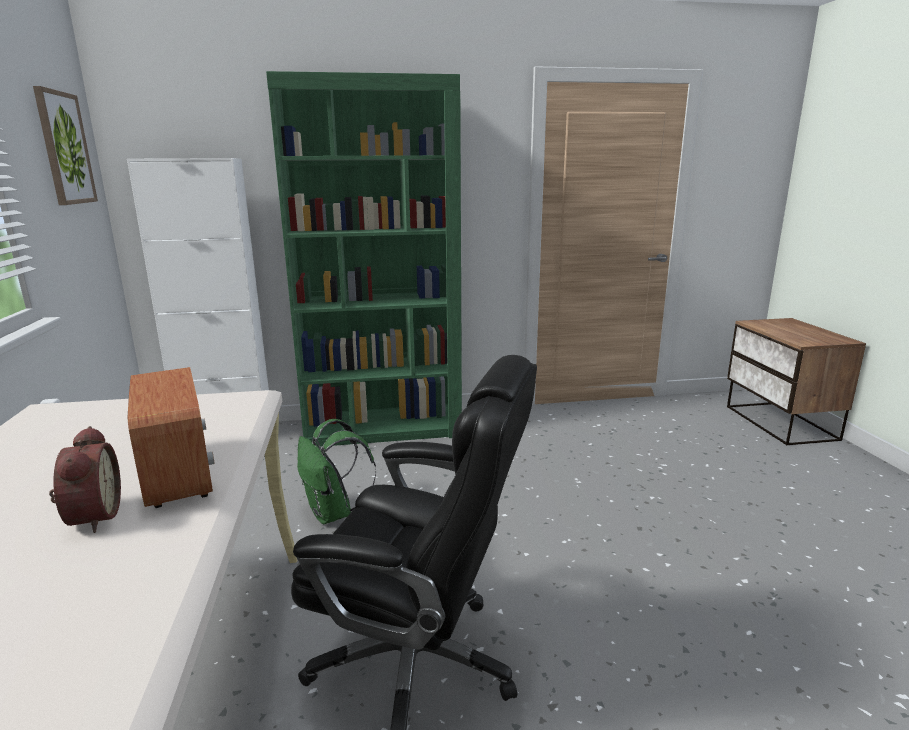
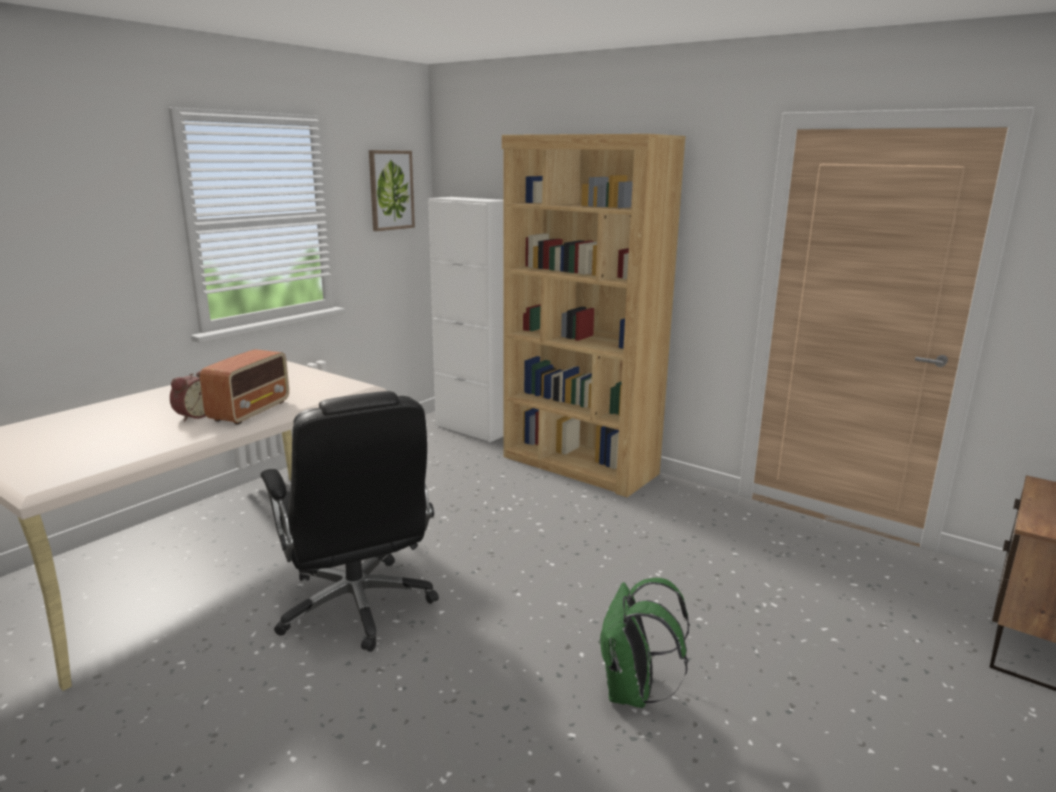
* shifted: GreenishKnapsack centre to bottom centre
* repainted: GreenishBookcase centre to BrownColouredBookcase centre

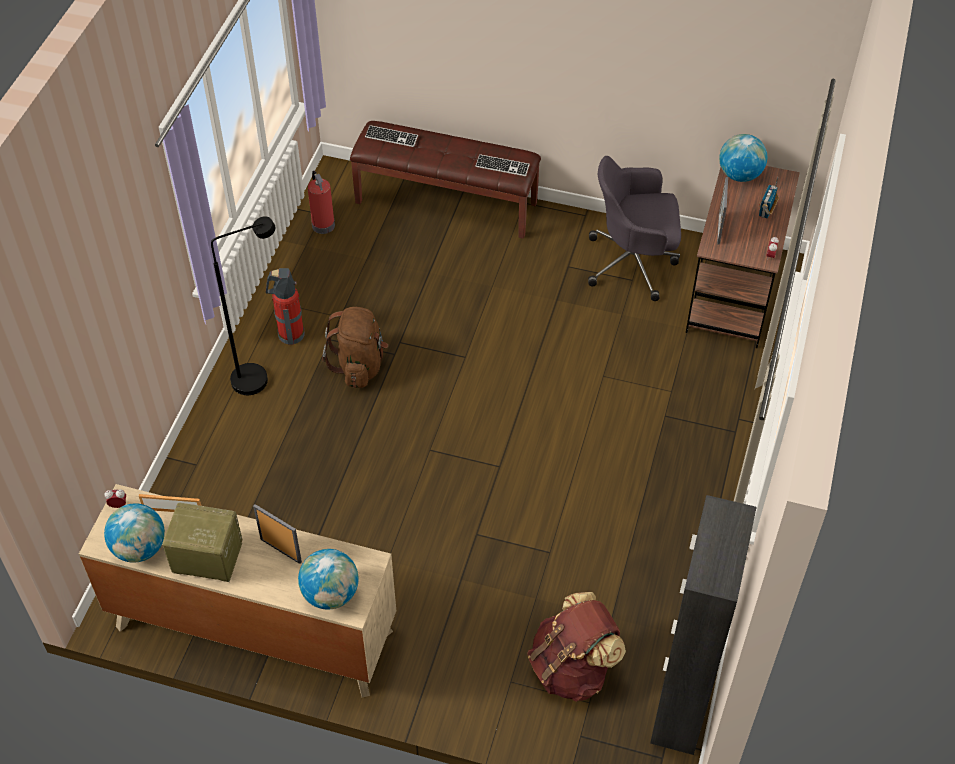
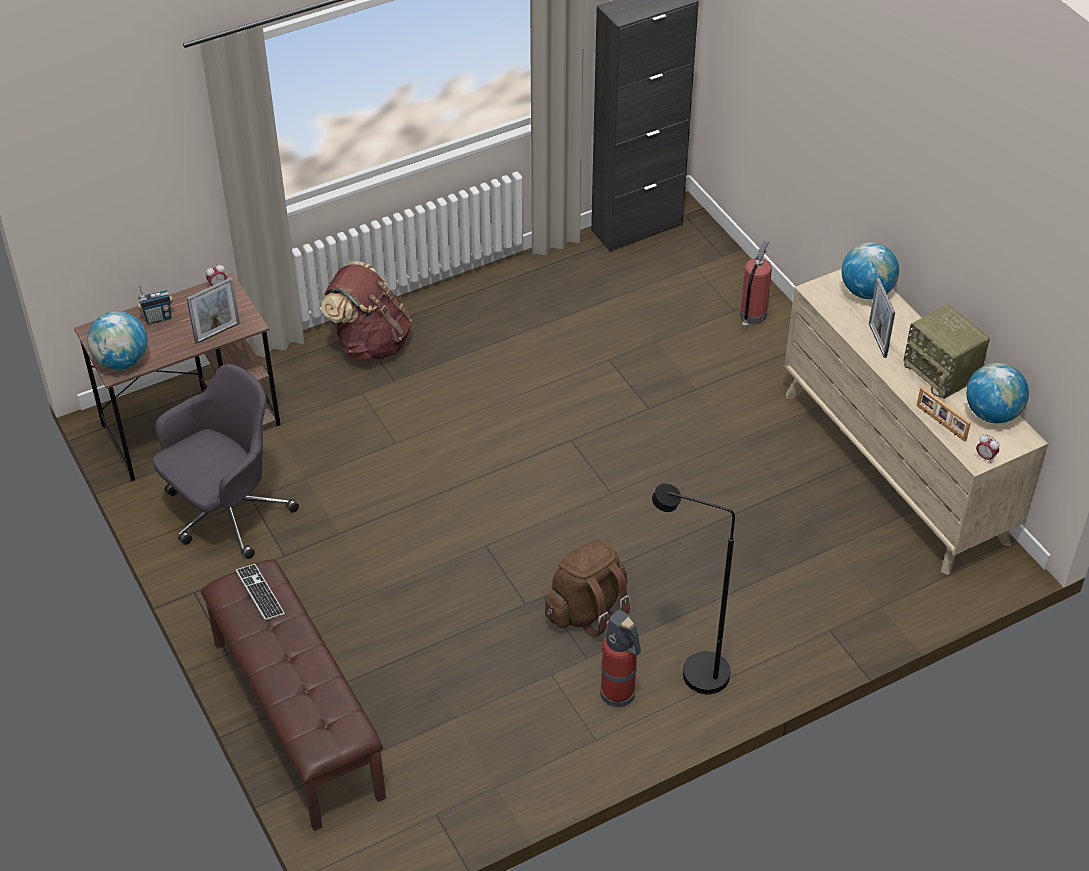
* gone: PcKeyboard (no. 1 from left) top centre
* shifted: FireExtinguisher (no. 2 from left) top centre to top right
* shifted: BrownColouredKnapsack (no. 2 from left in the first image) bottom centre to BrownColouredKnapsack (no. 1 from left) centre
* rotated: GreyComputerChair top centre = middle left 90 degrees counterclockwise

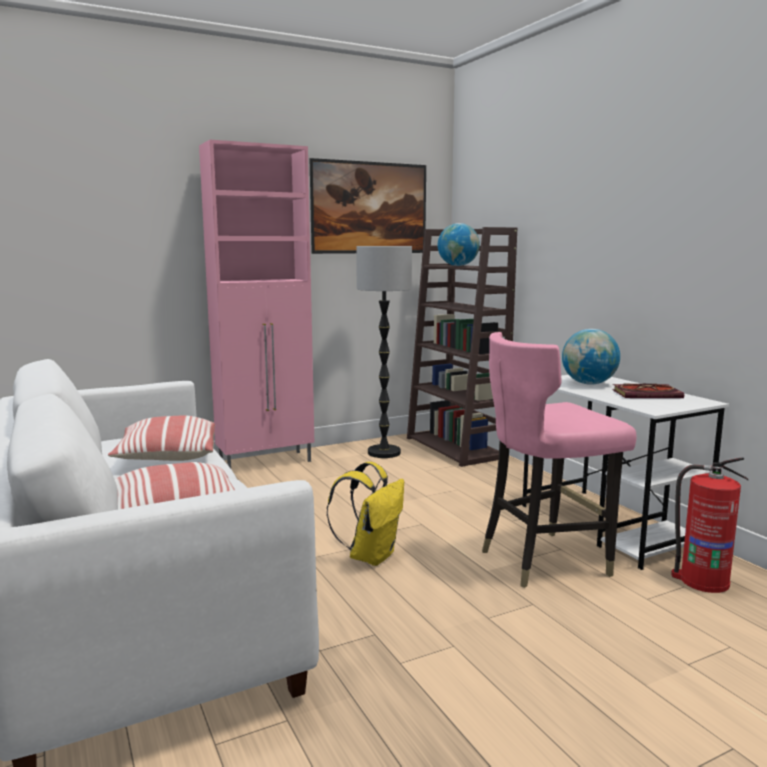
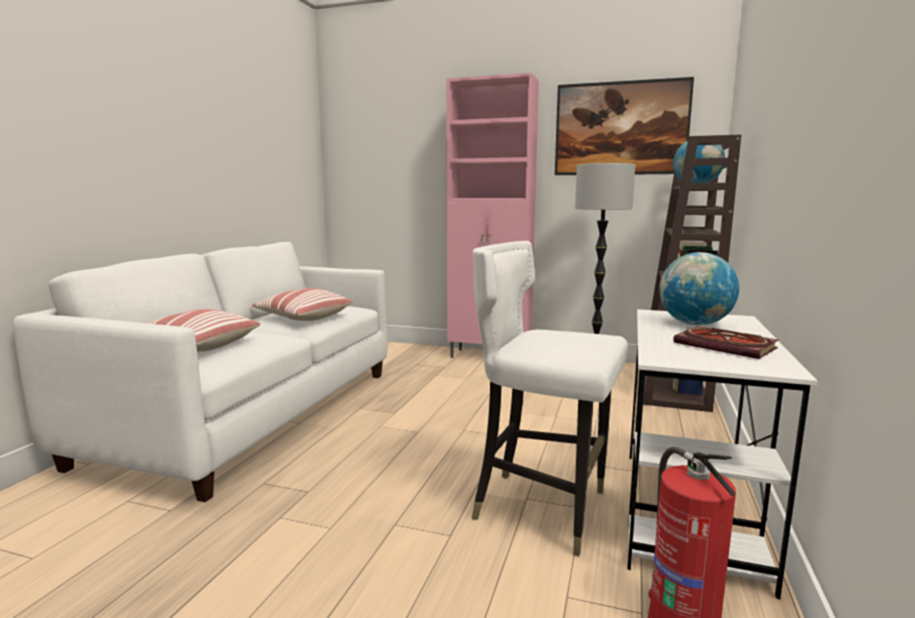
* gone: YellowColouredKnapsack bottom centre
* repainted: PinkPlainChair middle right to WhiteColouredPlainChair centre

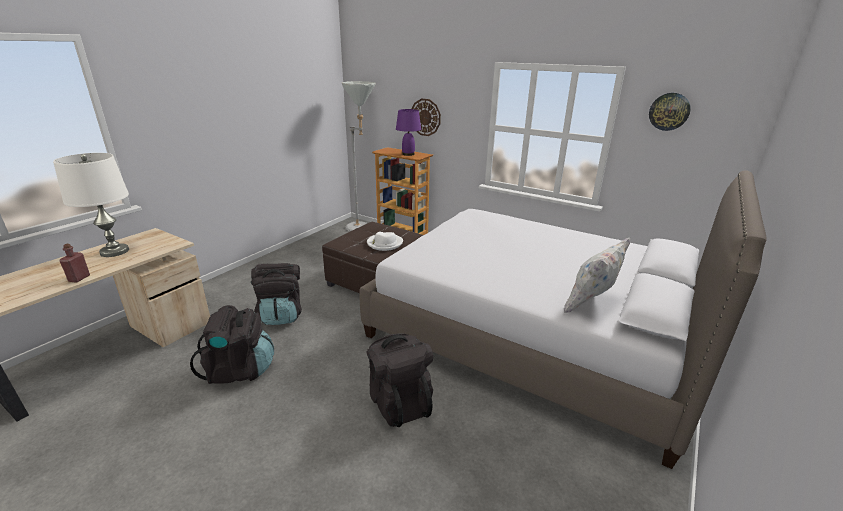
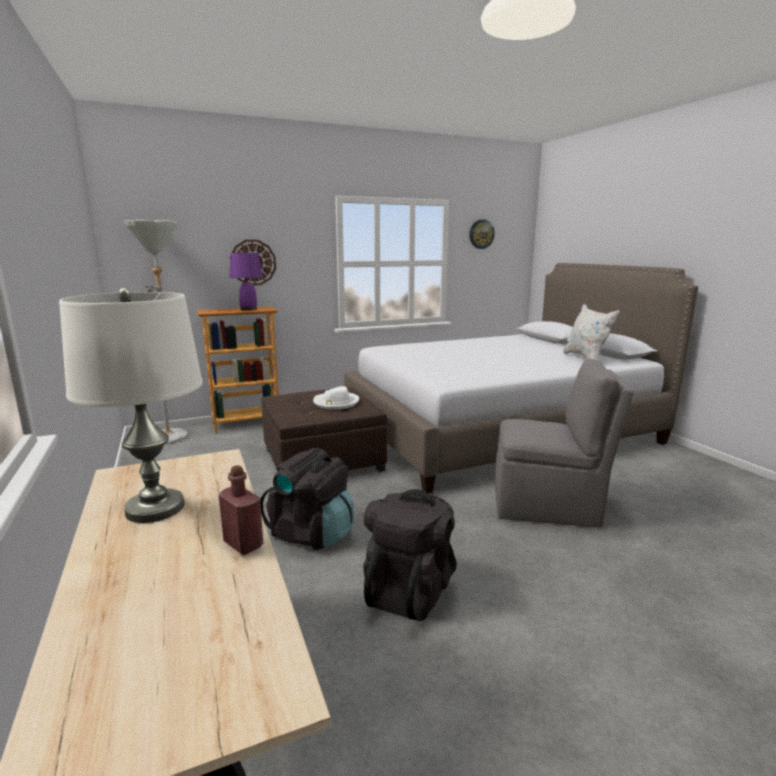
* swapped: BlackColouredKnapsack (no. 3 from left) bottom centre to GreyPlainChair middle right

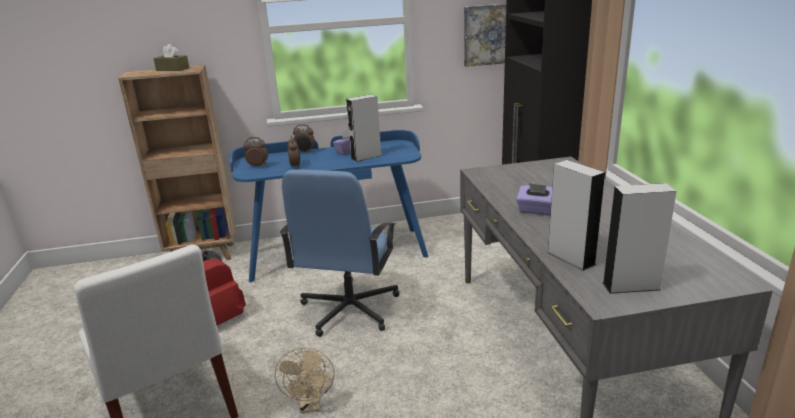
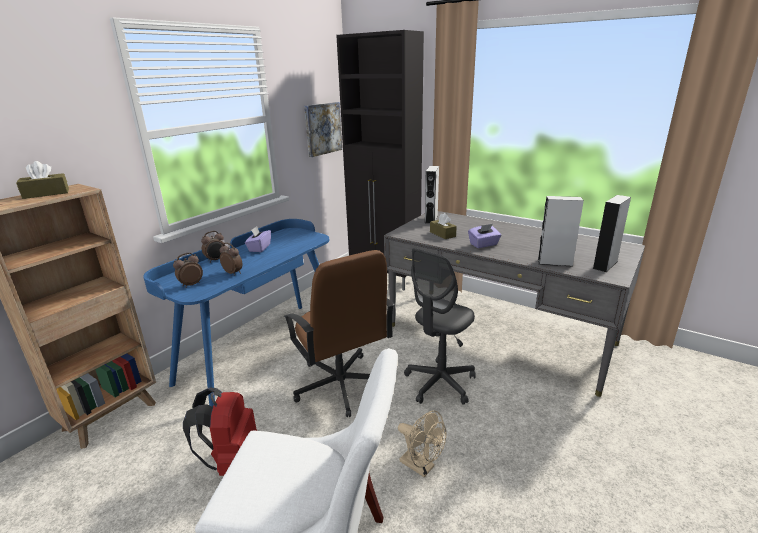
* new: GreyComputerChair centre
* new: BrownColouredTissueBox (no. 2 from left) centre
* shifted: GreySpeaker (no. 1 from left) top centre to centre
* repainted: BluishComputerChair centre to BrownColouredComputerChair centre

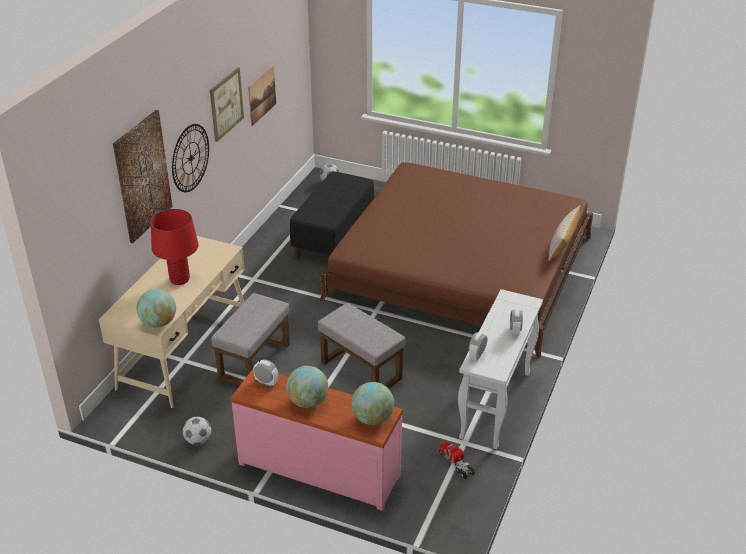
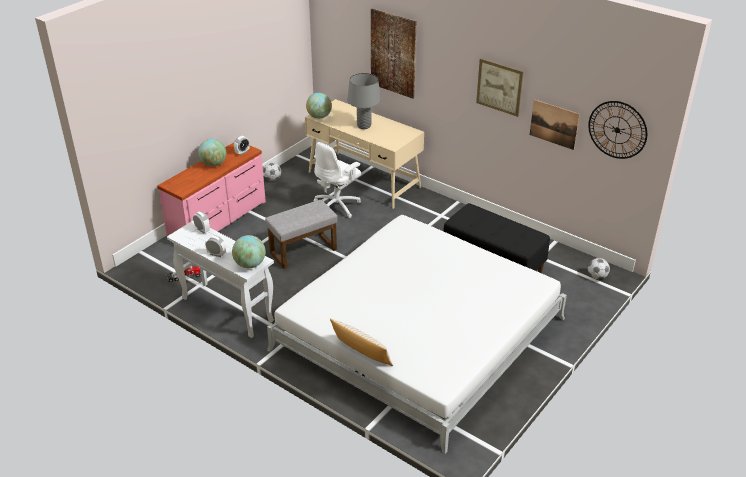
* shifted: WallClock top left to top right
* shifted: WorldGlobe (no. 3 from left in the first image) bottom centre to WorldGlobe (no. 2 from left) centre
* swapped: GreyPouffe (no. 1 from left) centre to WhiteColouredComputerChair centre
* repainted: RedLampForATable middle left to GreyLampForATable top centre
* repainted: BrownColouredBedroomBed centre to WhiteColouredBedroomBed bottom centre

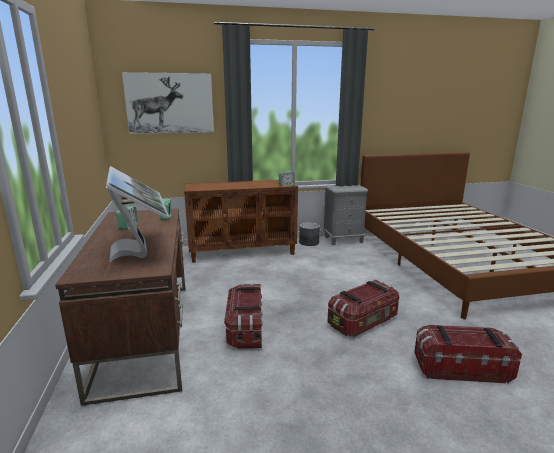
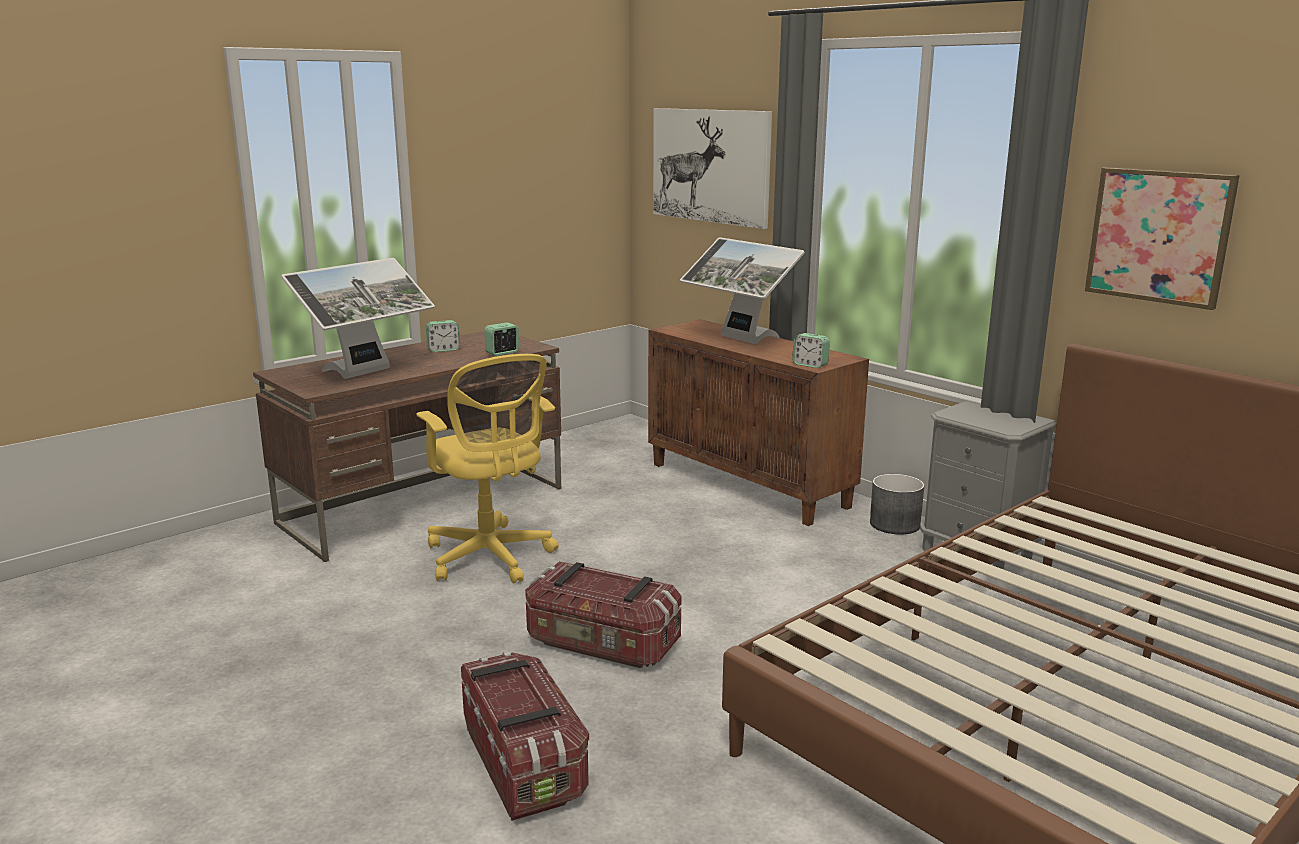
* new: ComputerDisplay (no. 2 from left) centre
* new: WallPicture (no. 2 from left) top right
* swapped: StorageContainer (no. 1 from left) bottom centre to YellowColouredComputerChair centre

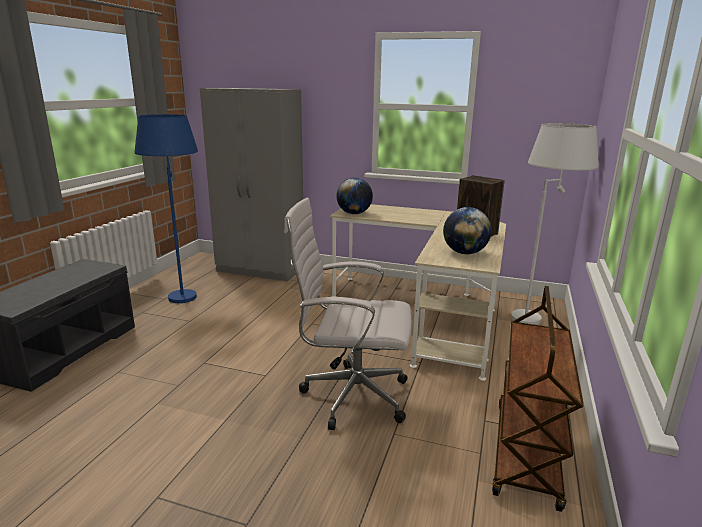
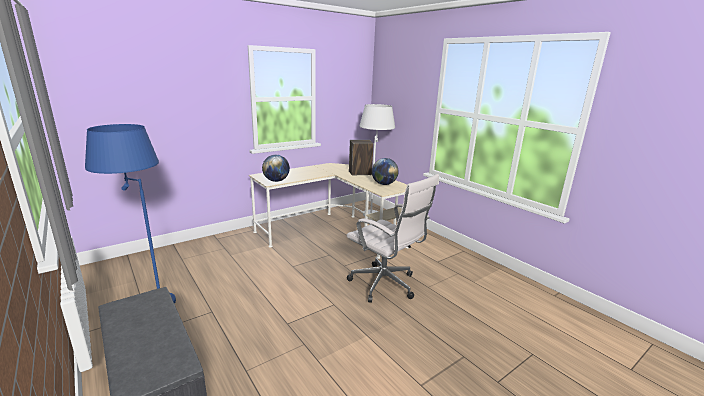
* gone: GreyClothesCupboard centre
* gone: BrownColouredTrolley bottom right
* rotated: WhiteColouredComputerChair centre = centre 90 degrees counterclockwise

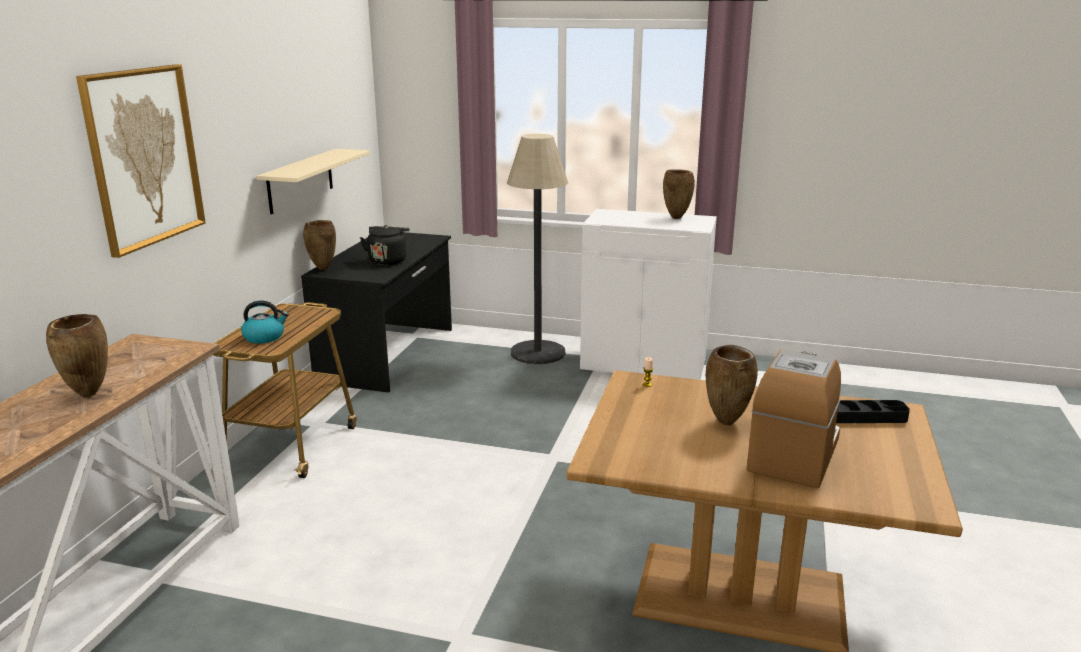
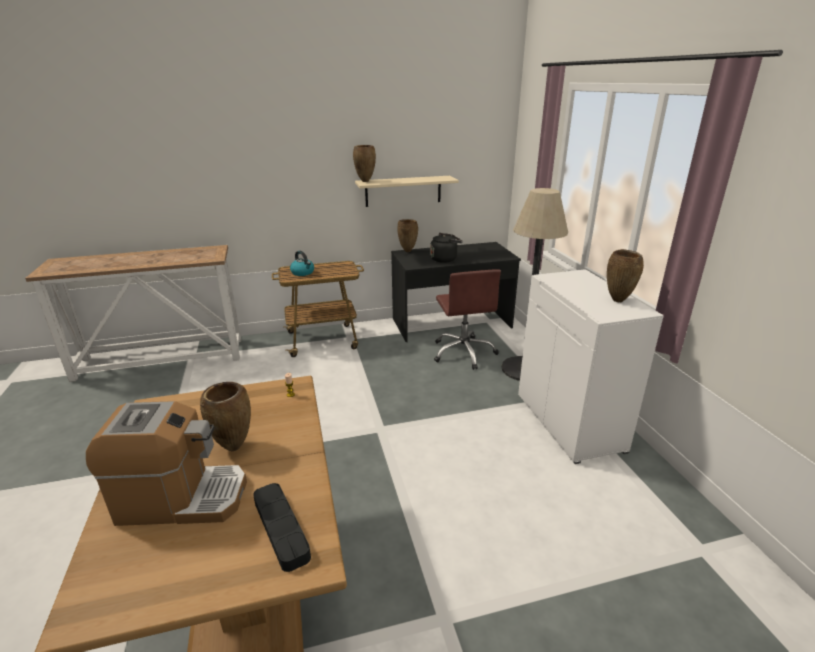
* gone: WallPicture top left
* new: BrownColouredComputerChair centre
* shifted: BrownColouredDecorativeVase (no. 1 from left in the first image) middle left to BrownColouredDecorativeVase (no. 2 from left) top centre

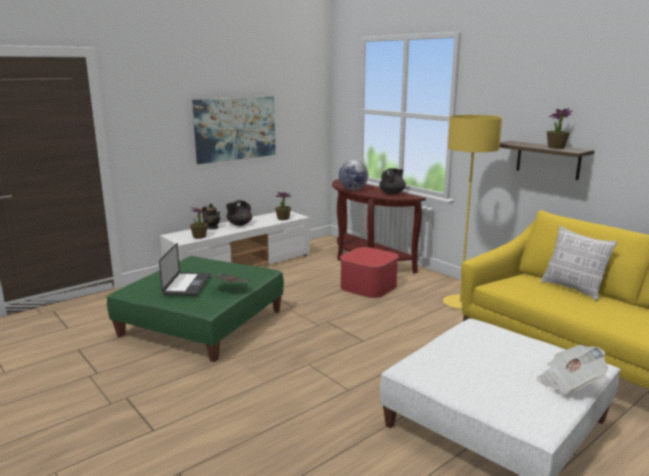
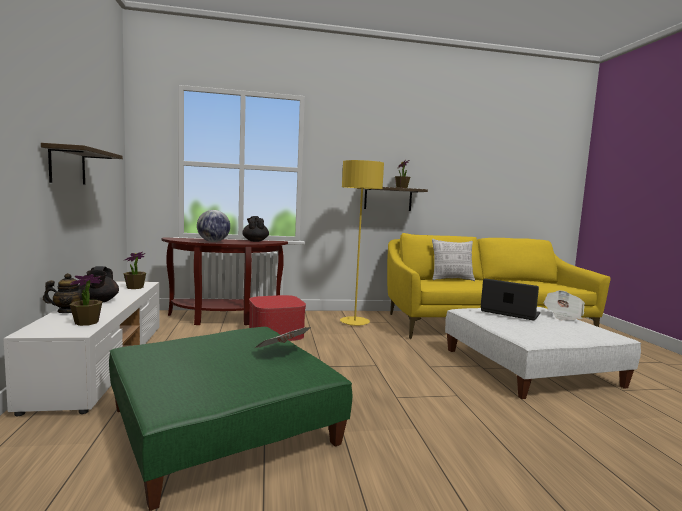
* shifted: NotebookComputer middle left to middle right
* swapped: WallPicture top centre to WallShelf (no. 1 from left) top left

